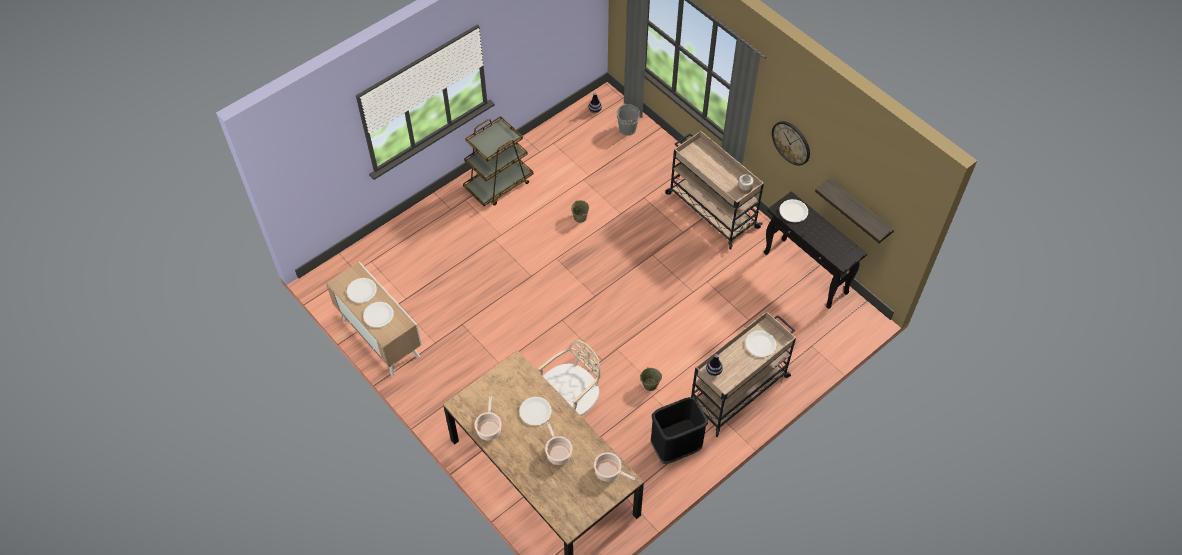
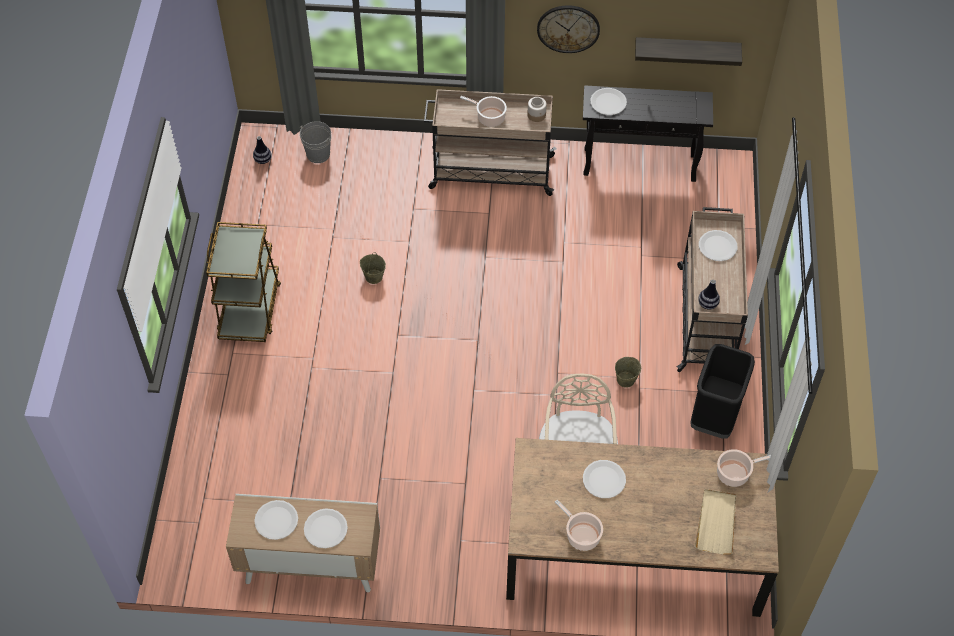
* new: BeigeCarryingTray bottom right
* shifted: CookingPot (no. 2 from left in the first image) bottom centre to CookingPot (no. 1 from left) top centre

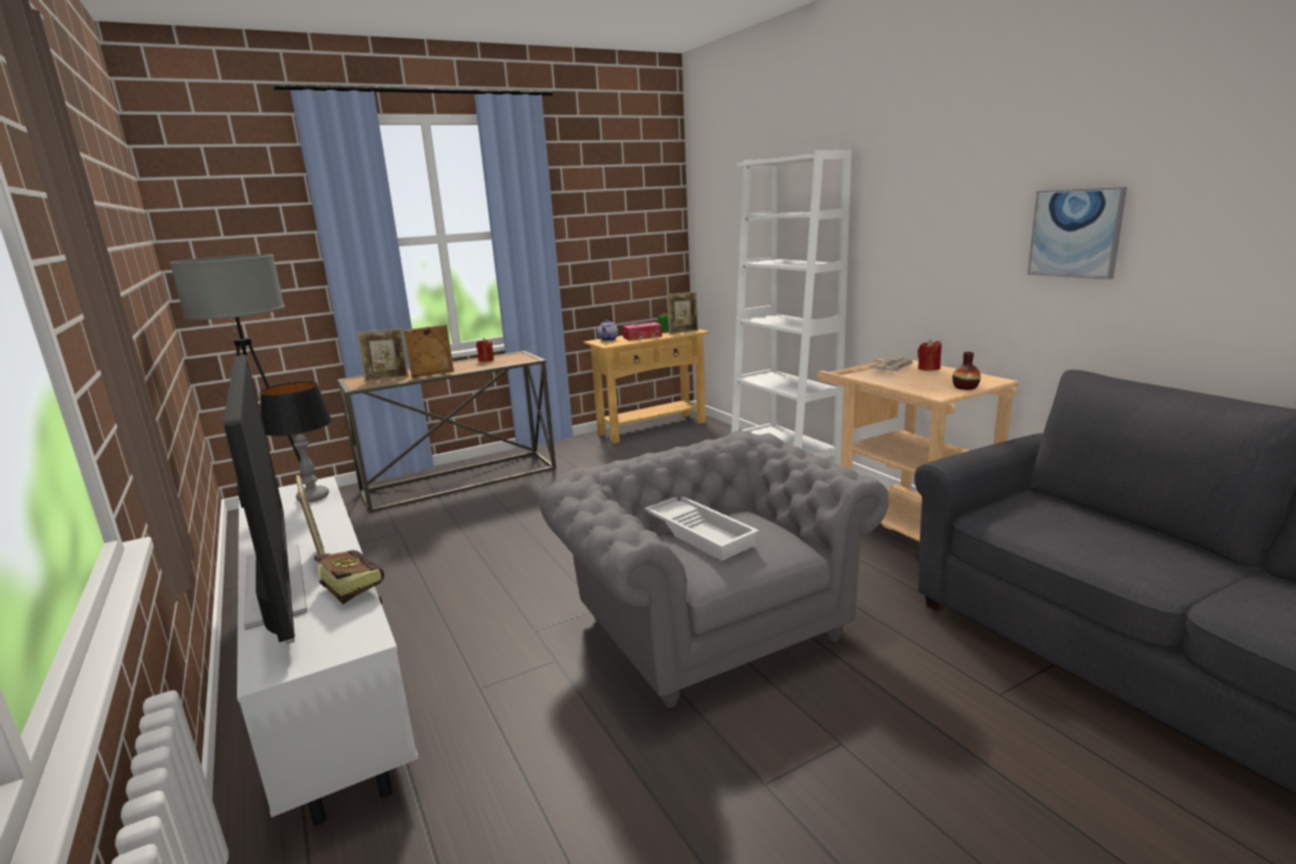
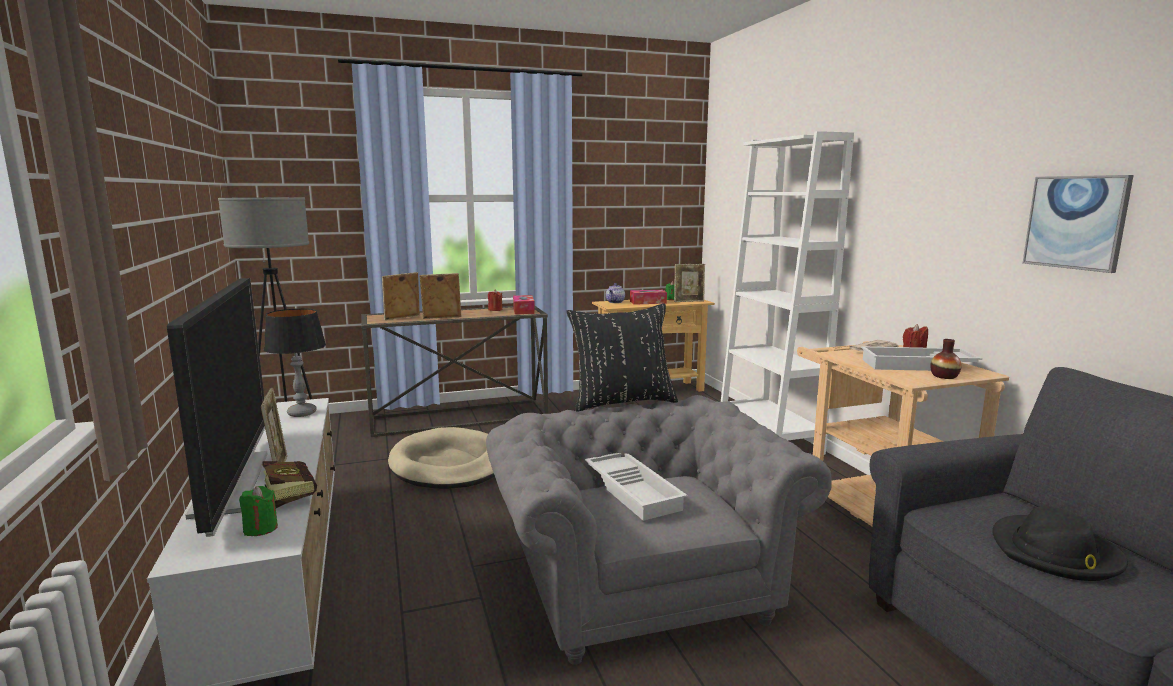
* new: GreenishWaxLight (no. 1 from left) bottom left
* new: BeigePetBed bottom centre
* new: TissueBox (no. 1 from left) centre
* new: BlackColouredCushion centre
* new: WhiteColouredCarryingTray (no. 2 from left) middle right
* new: BlackColouredWearableHat bottom right
* rotated: PhotoFrame (no. 2 from left) middle left = centre 150 degrees clockwise

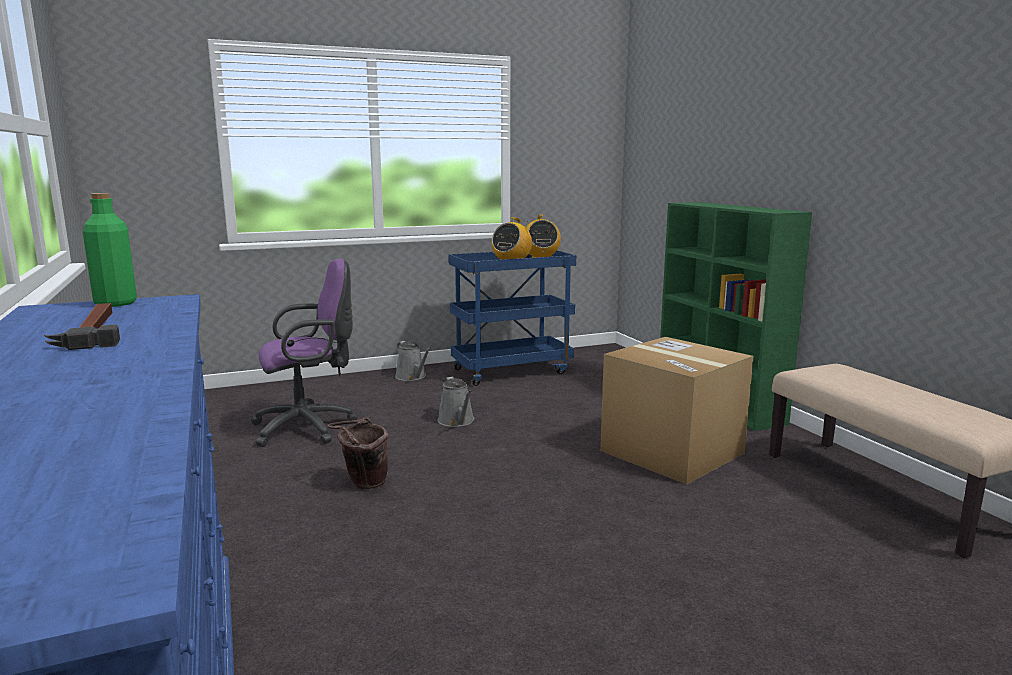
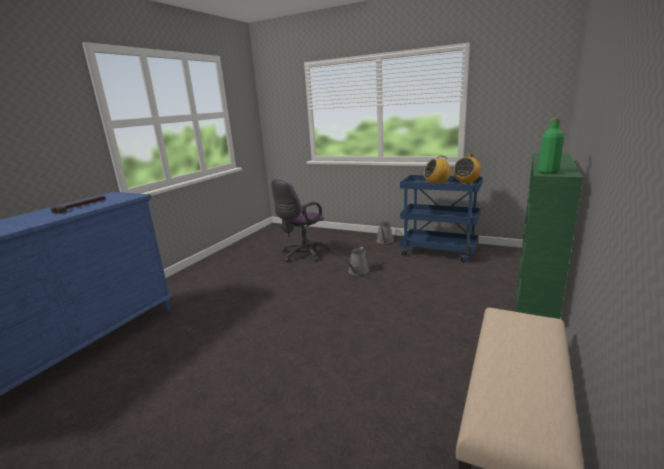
* gone: BrownColouredPail bottom centre
* gone: Carton middle right
* shifted: GreenishBeverageBottle middle left to top right
* rotated: PurplishComputerChair middle left = centre 105 degrees clockwise

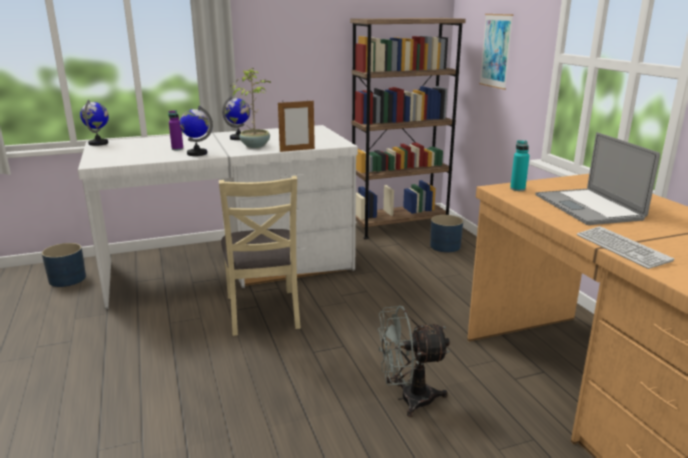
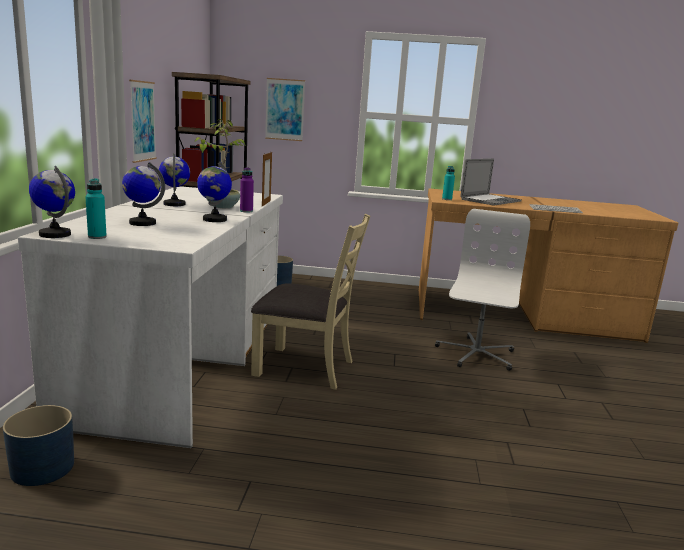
* new: BlueGreenBeverageBottle (no. 1 from left) middle left
* new: WorldGlobe (no. 2 from left) middle left
* new: WallPicture (no. 1 from left) top left
* shifted: PurplishBeverageBottle top left to centre
* swapped: GreyFan bottom centre to WhiteColouredComputerChair middle right
* rotated: NotebookComputer middle right = top right 60 degrees counterclockwise

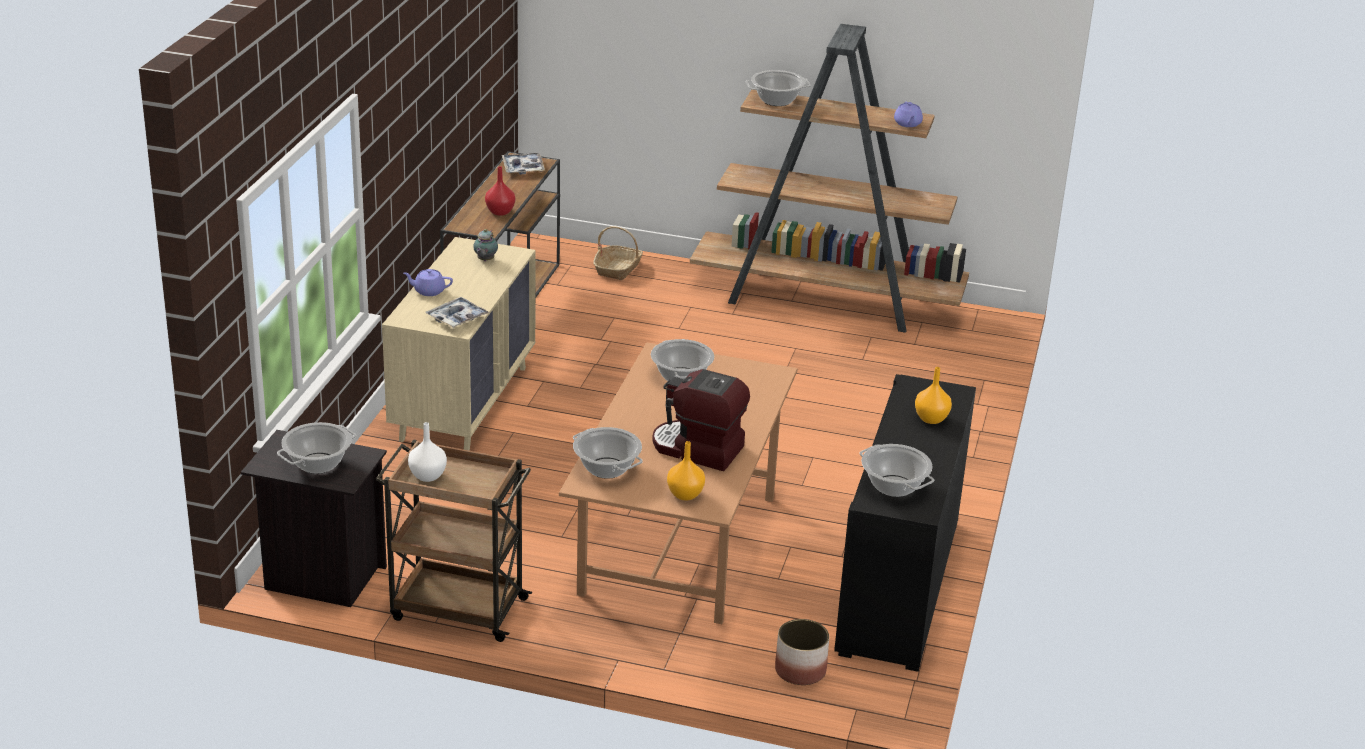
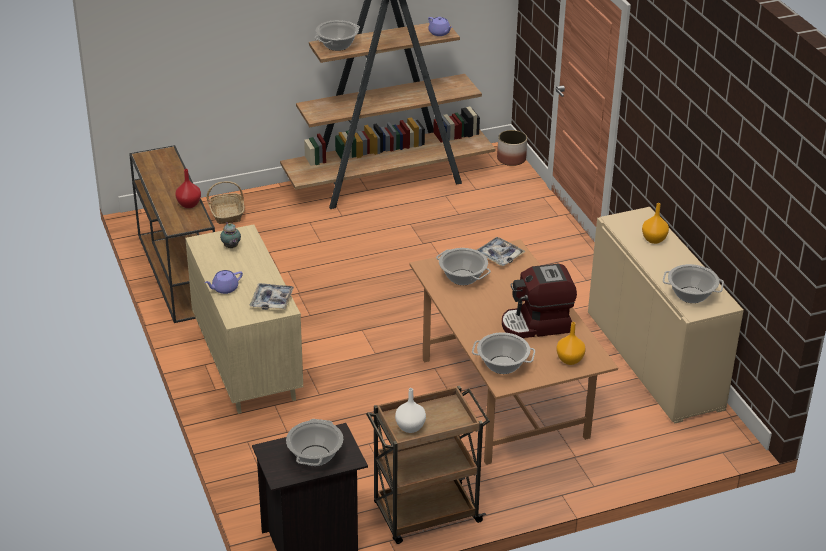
* shifted: CarryingTray (no. 2 from left) top centre to centre
* shifted: FlowerPot bottom centre to top centre
* repainted: BlackColouredStorageCabinet bottom centre to BeigeStorageCabinet middle right

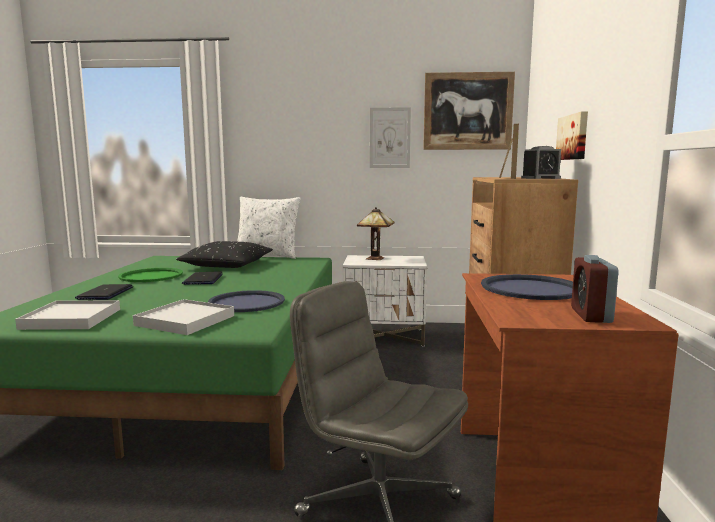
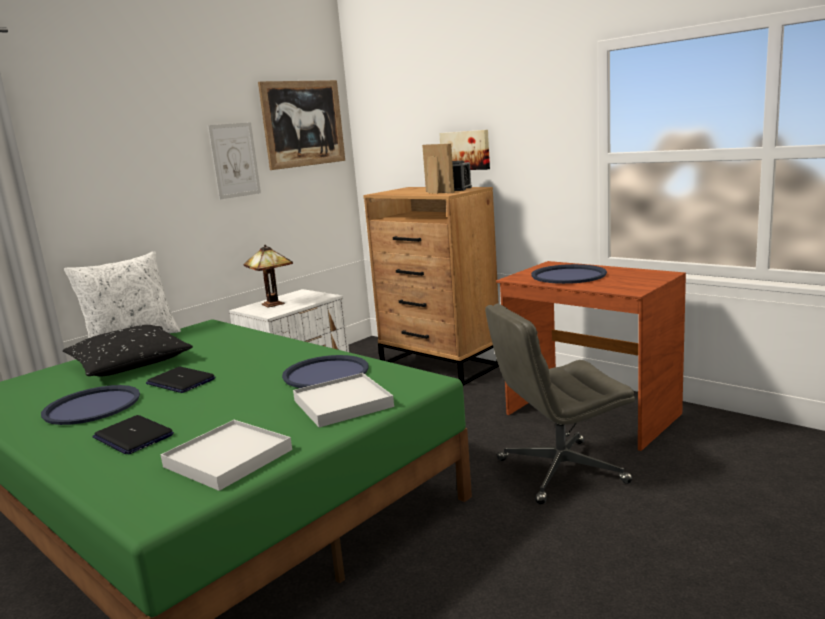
* gone: AlarmClock (no. 2 from left) middle right
* repainted: GreenishCarryingTray middle left to BluishCarryingTray (no. 1 from left) middle left

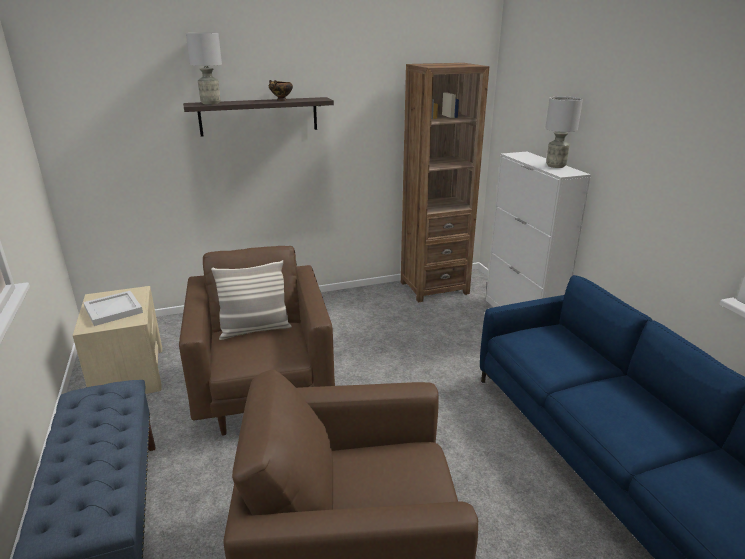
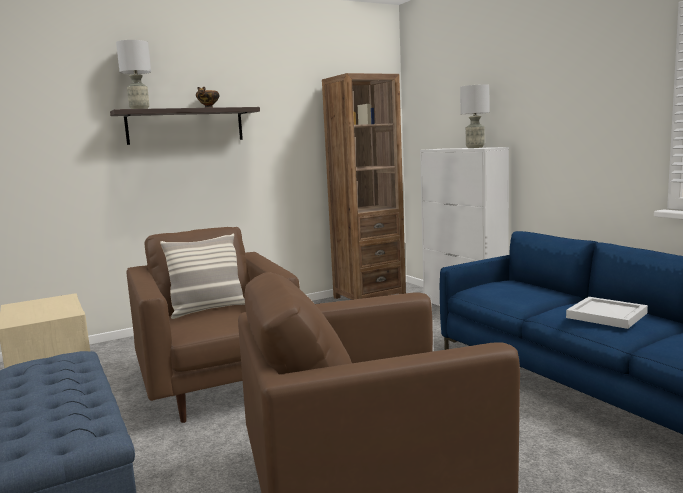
* shifted: WhiteColouredCarryingTray middle left to middle right

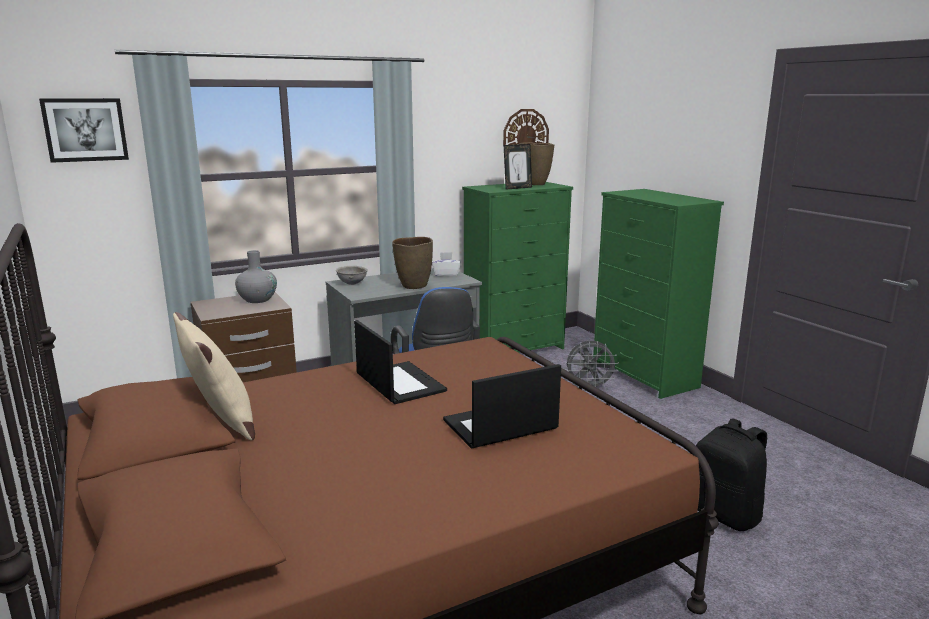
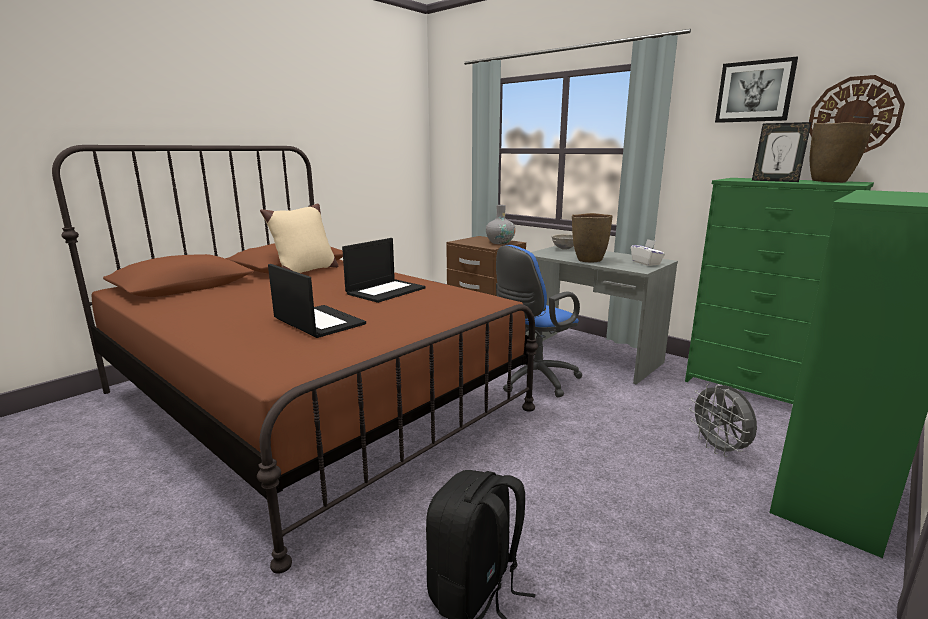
* shifted: WallPicture top left to top right

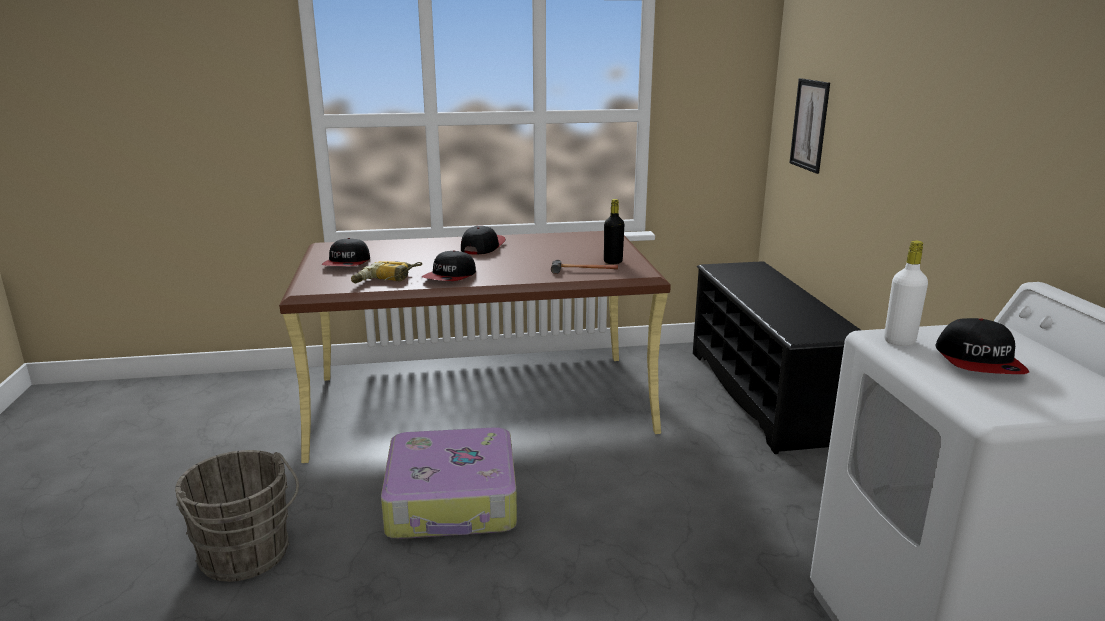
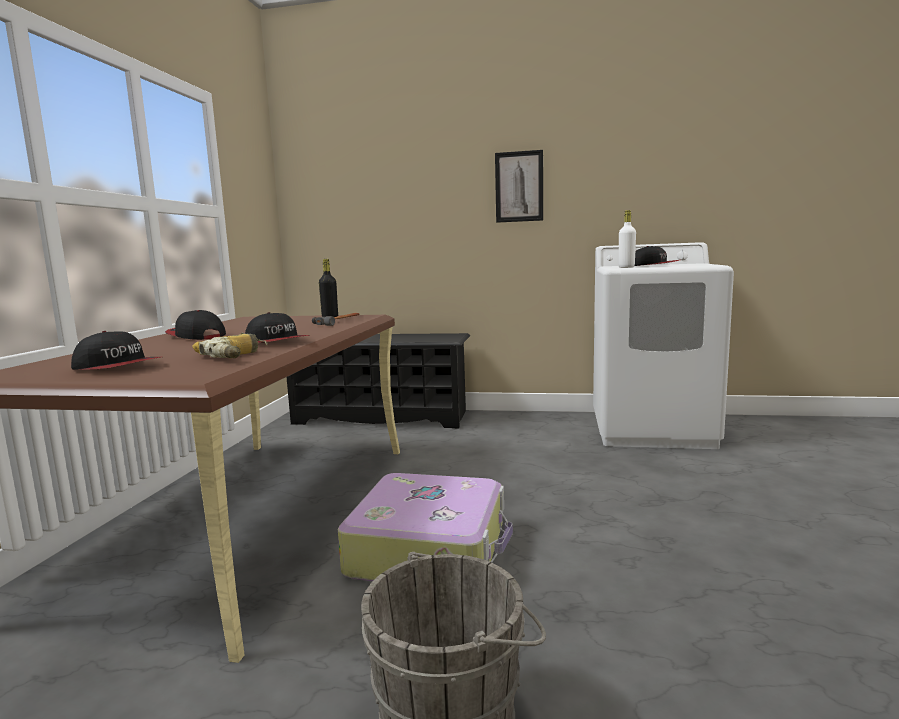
* shifted: WallPicture top right to top centre

